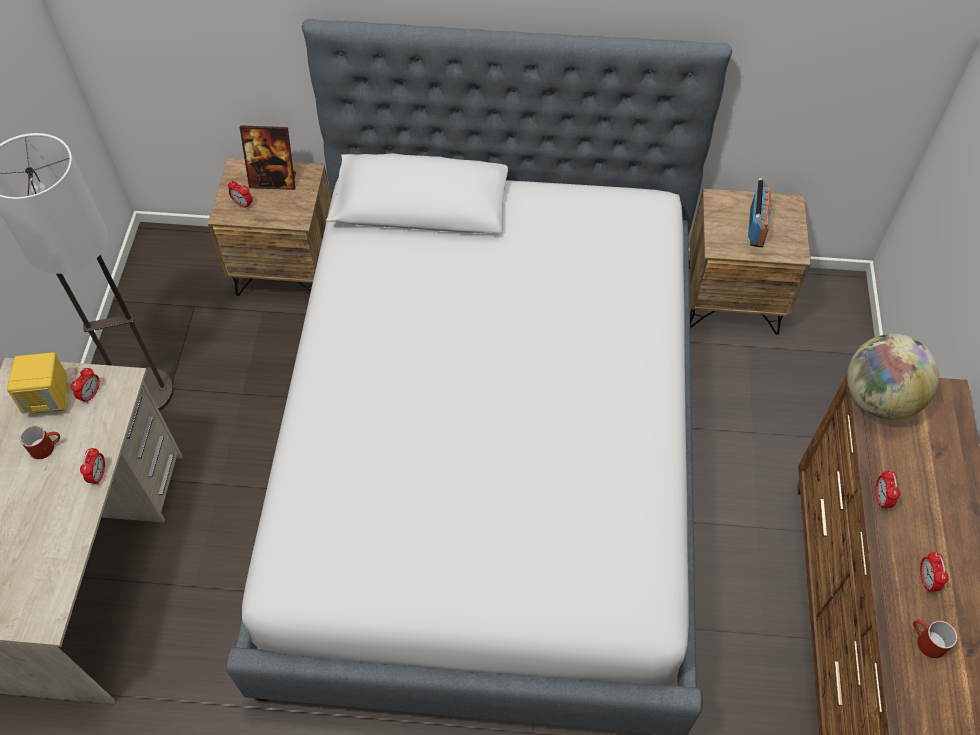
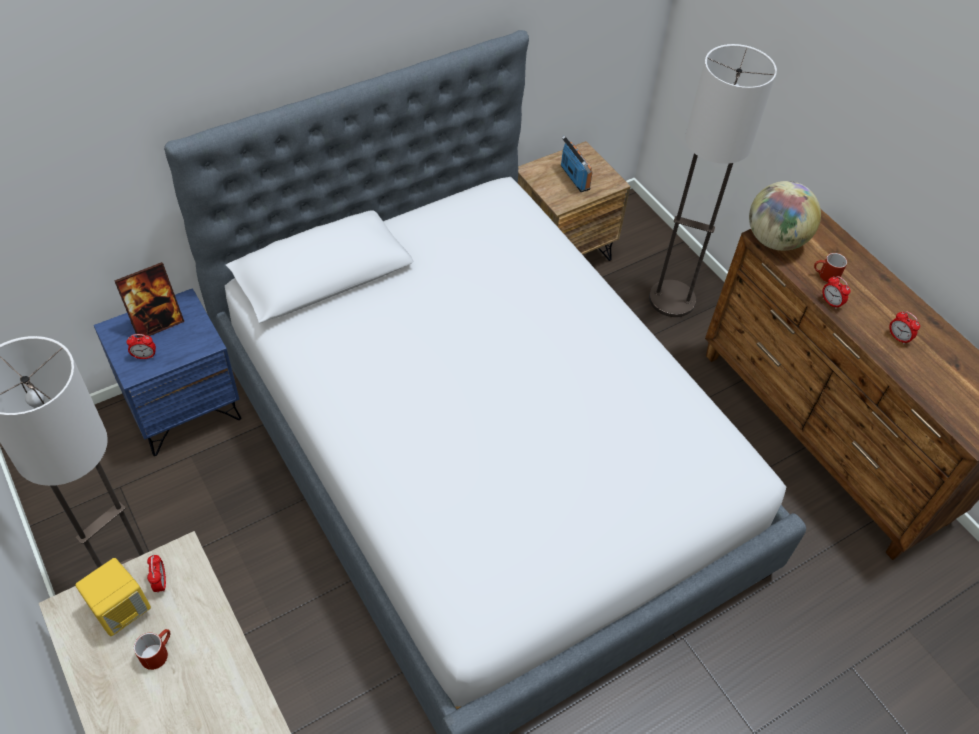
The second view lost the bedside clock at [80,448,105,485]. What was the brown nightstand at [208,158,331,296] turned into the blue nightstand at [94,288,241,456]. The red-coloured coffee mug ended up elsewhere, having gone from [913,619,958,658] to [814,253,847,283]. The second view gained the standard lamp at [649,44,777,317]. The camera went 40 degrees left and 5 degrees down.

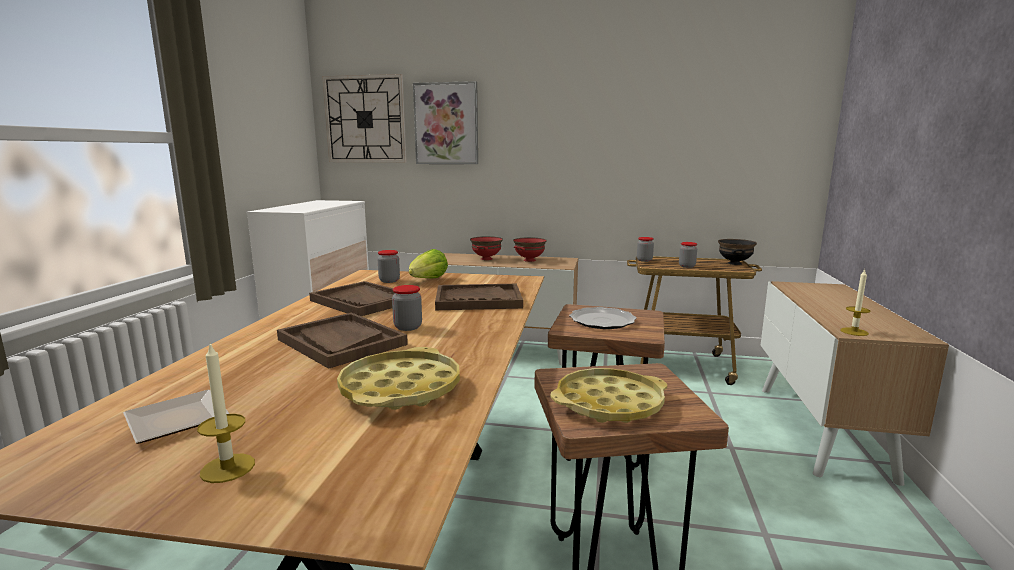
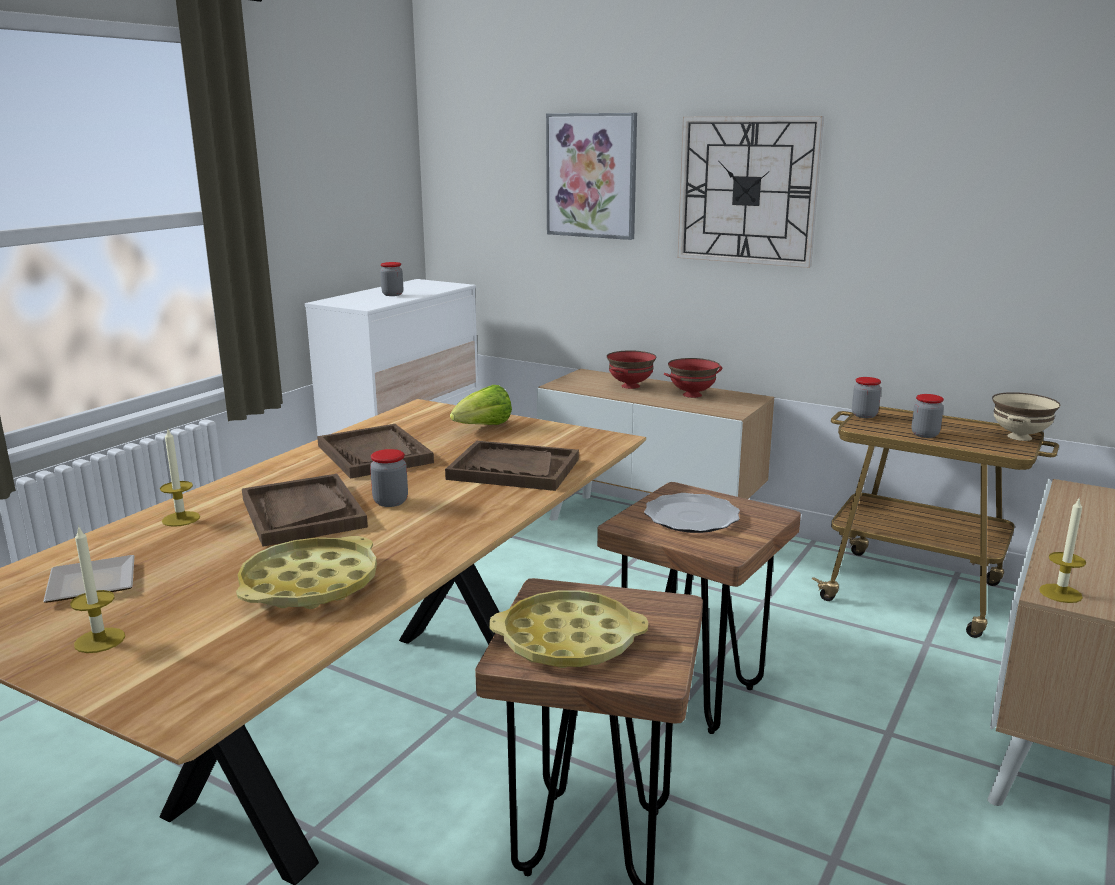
The wall clock ended up elsewhere, having gone from [322,74,407,162] to [678,116,824,268]. The jar ended up elsewhere, having gone from [378,250,400,283] to [380,262,403,296]. What was the black-coloured deep dish at [718,239,757,265] turned into the beige-coloured deep dish at [992,392,1060,441]. The second view gained the wax candle at [160,429,200,527]. The camera went 20 degrees right and 5 degrees up.

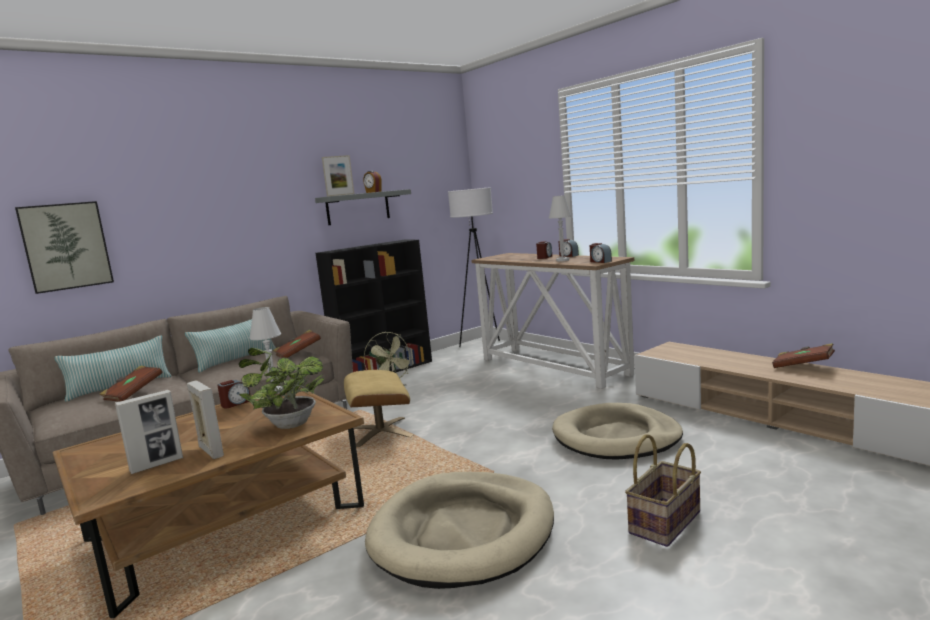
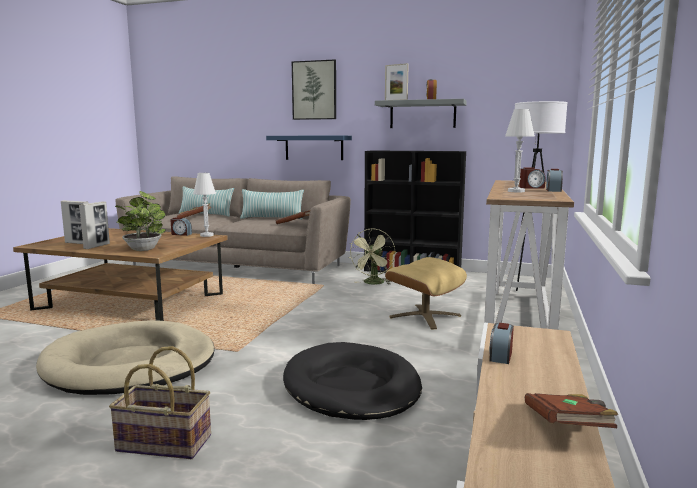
The picture ended up elsewhere, having gone from [15,201,114,294] to [292,60,336,120]. The beige-coloured ottoman ended up elsewhere, having gone from [344,370,414,447] to [385,257,467,329]. What was the beige-coloured pet bed at [552,403,683,460] turned into the black-coloured pet bed at [283,342,422,420]. The bedside clock ended up elsewhere, having gone from [590,243,612,263] to [489,323,514,364]. The second view gained the blue bracket shelf at [266,136,352,160]. The camera went 55 degrees right and 0 degrees up.

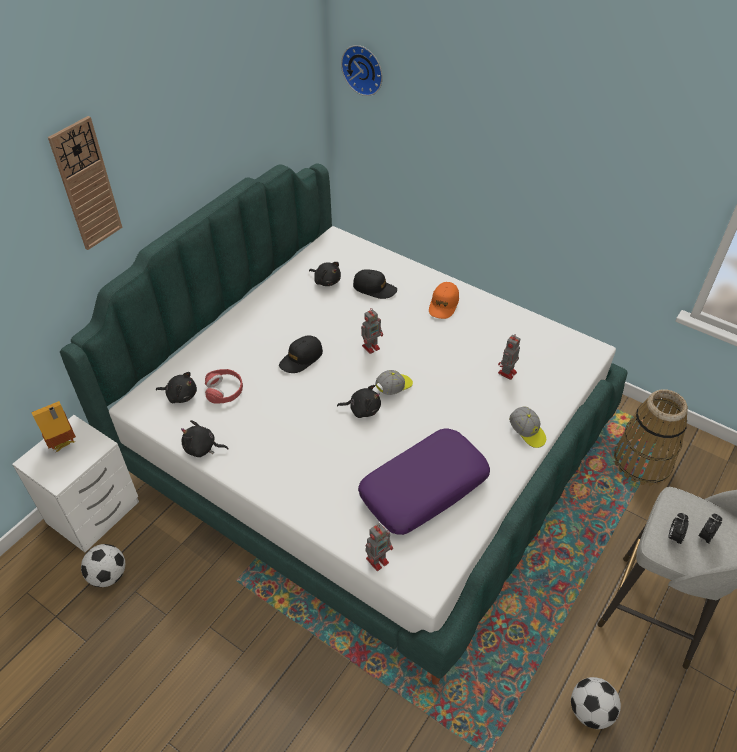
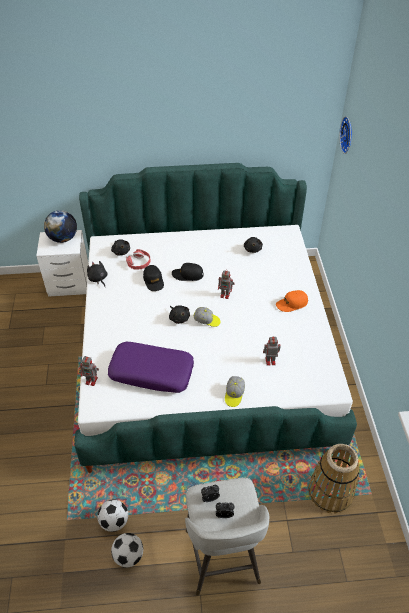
Where the miniature house stood at [31,401,76,452], the globe came to stand at [44,210,77,243]. The second view lost the wall clock at [48,116,122,250]. The football ball ended up elsewhere, having gone from [81,544,125,587] to [97,499,128,532]. The black-coloured baseball cap ended up elsewhere, having gone from [353,269,397,299] to [143,265,164,291]. The camera went 50 degrees right and 0 degrees up.

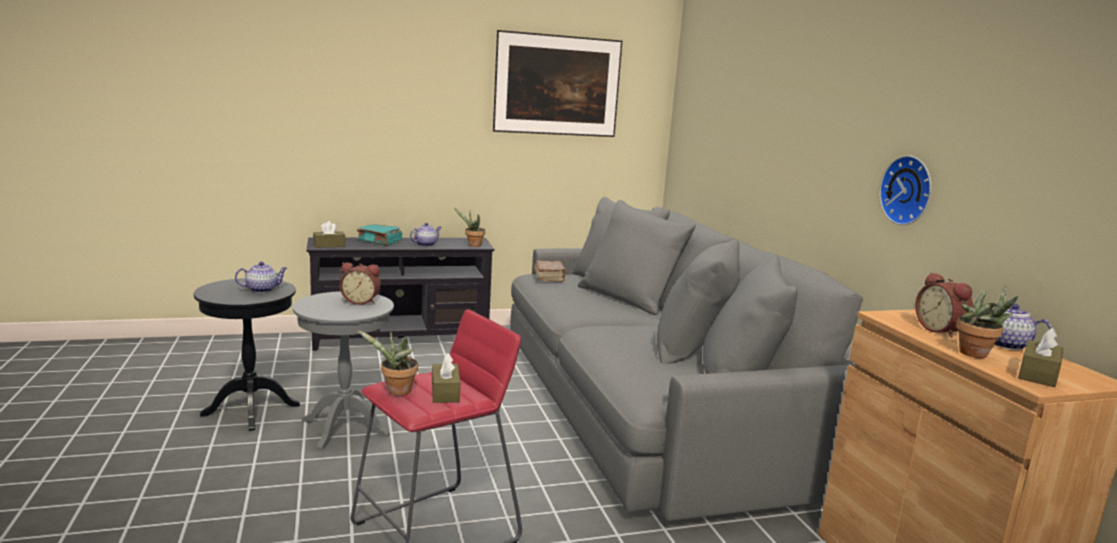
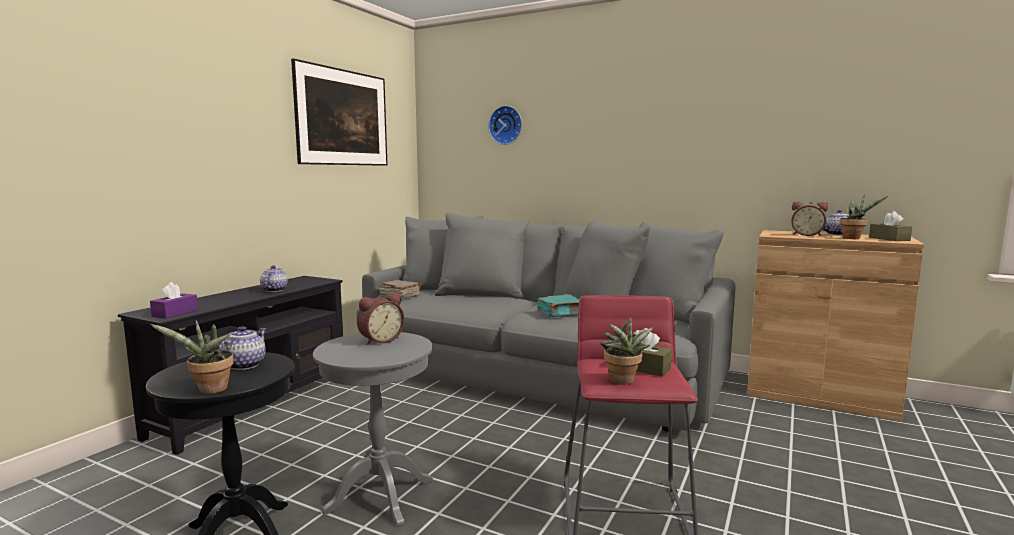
What was the brown tissue box at [313,221,345,248] turned into the purple tissue box at [150,282,198,319]. The turquoise volume ended up elsewhere, having gone from [357,224,402,246] to [537,294,579,317]. The houseplant ended up elsewhere, having gone from [454,208,485,247] to [150,320,234,394]. The wall clock ended up elsewhere, having gone from [879,155,931,225] to [488,106,522,145]. The camera went 45 degrees left and 5 degrees down.

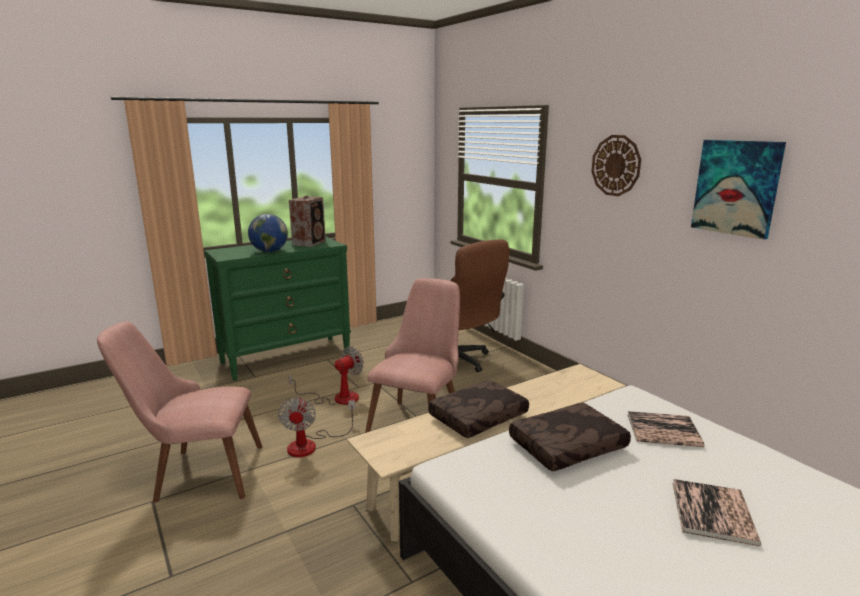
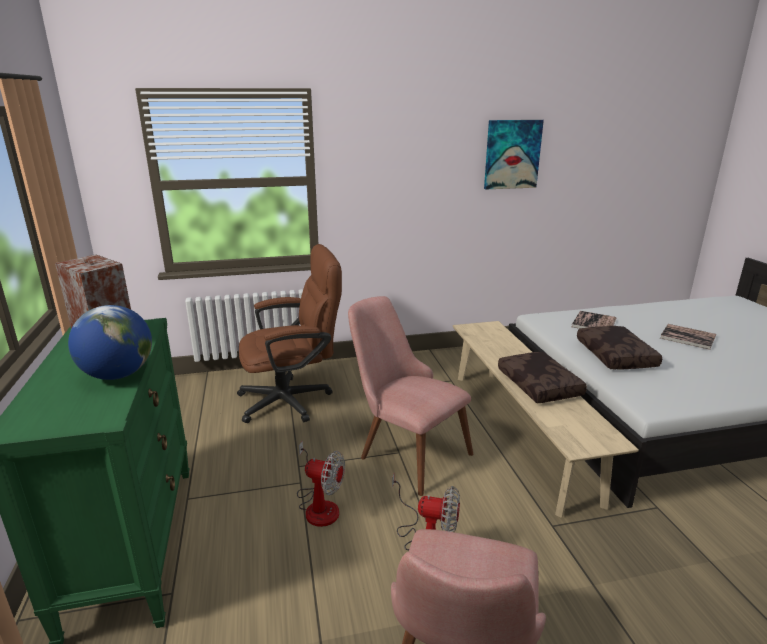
The electric fan at [288,346,364,405] ended up facing another way, 135 degrees clockwise from before. The second view lost the wall clock at [591,135,641,196]. The camera went 70 degrees left and 5 degrees up.

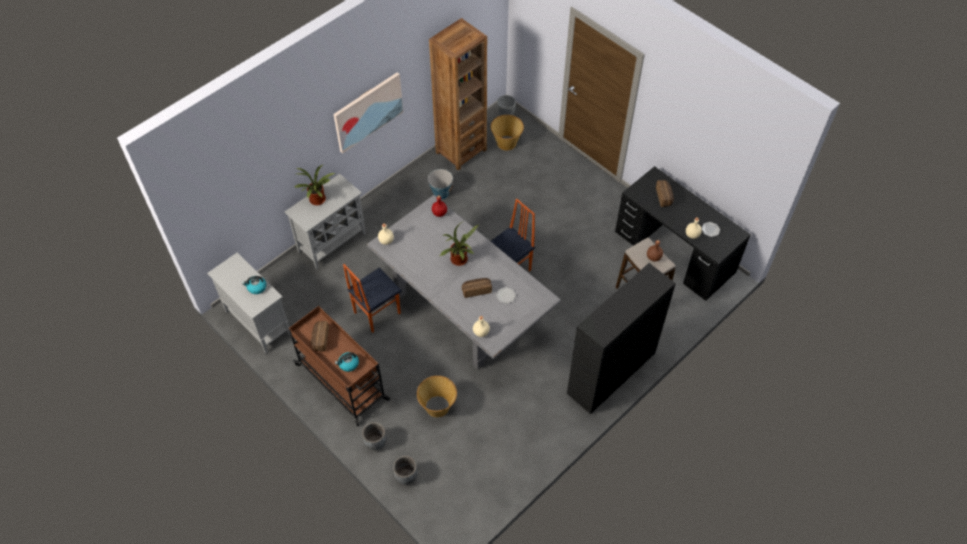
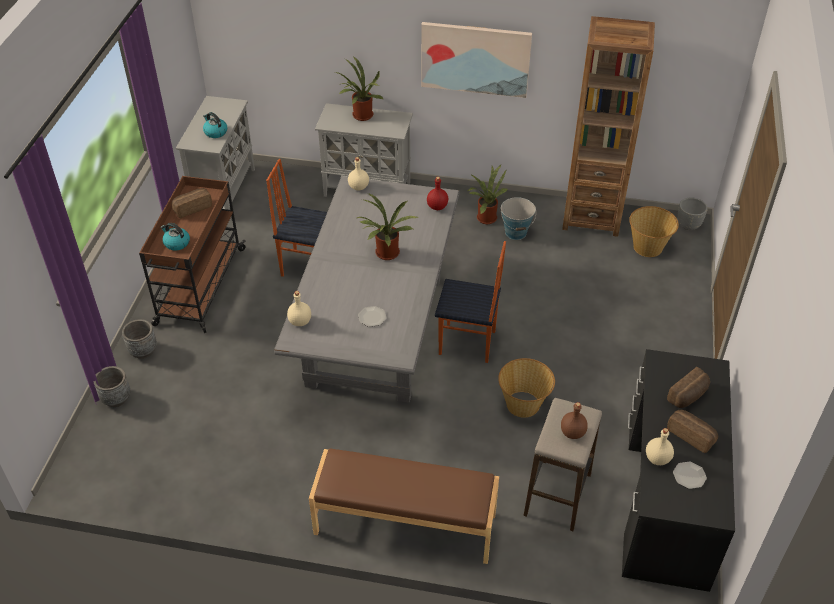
The basket ended up elsewhere, having gone from [417,376,457,417] to [498,358,555,418]. The bread ended up elsewhere, having gone from [462,278,492,298] to [667,410,719,453]. Where the black-coloured bookshelf stood at [567,263,676,414], the brown indoor bench came to stand at [309,449,499,564]. The second view gained the houseplant at [466,164,508,224]. The camera went 55 degrees right and 10 degrees down.

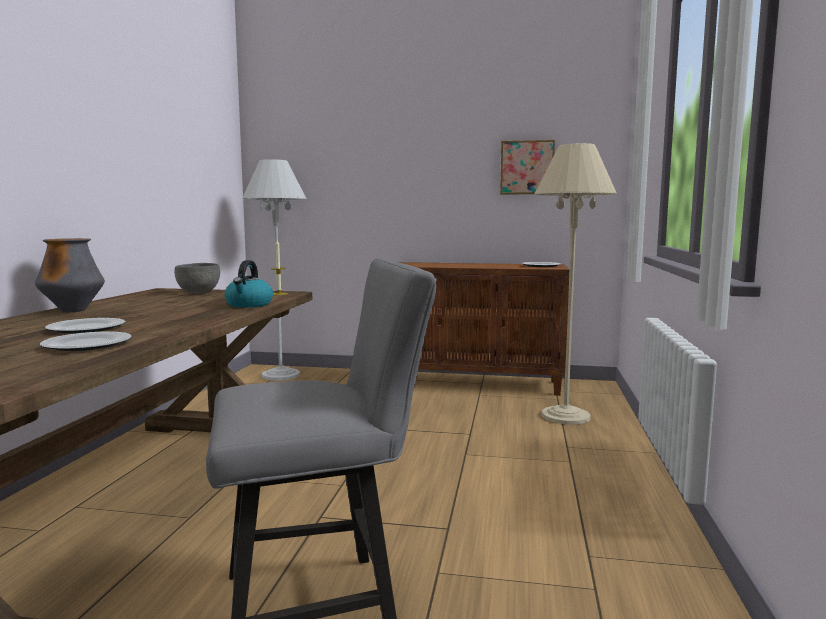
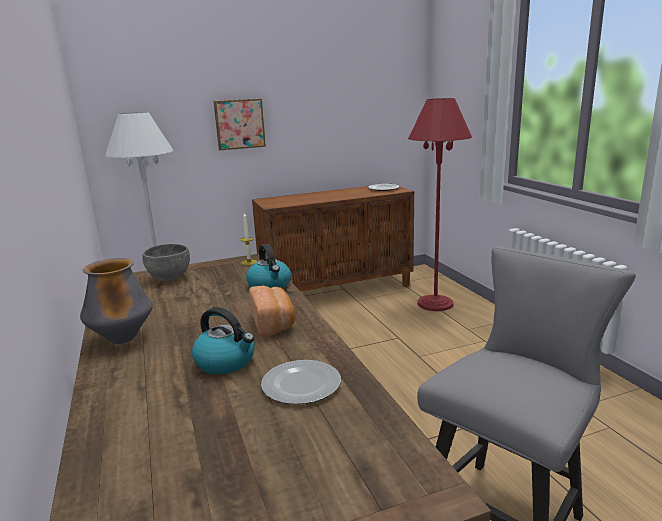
Where the plate stood at [45,318,125,333], the water kettle came to stand at [192,307,255,374]. The picture ended up elsewhere, having gone from [500,140,555,194] to [214,98,266,150]. What was the beige-coloured standard lamp at [534,143,617,425] turned into the red-coloured standard lamp at [408,98,472,311]. The second view gained the bread at [249,286,295,337]. The camera went 30 degrees left and 10 degrees up.

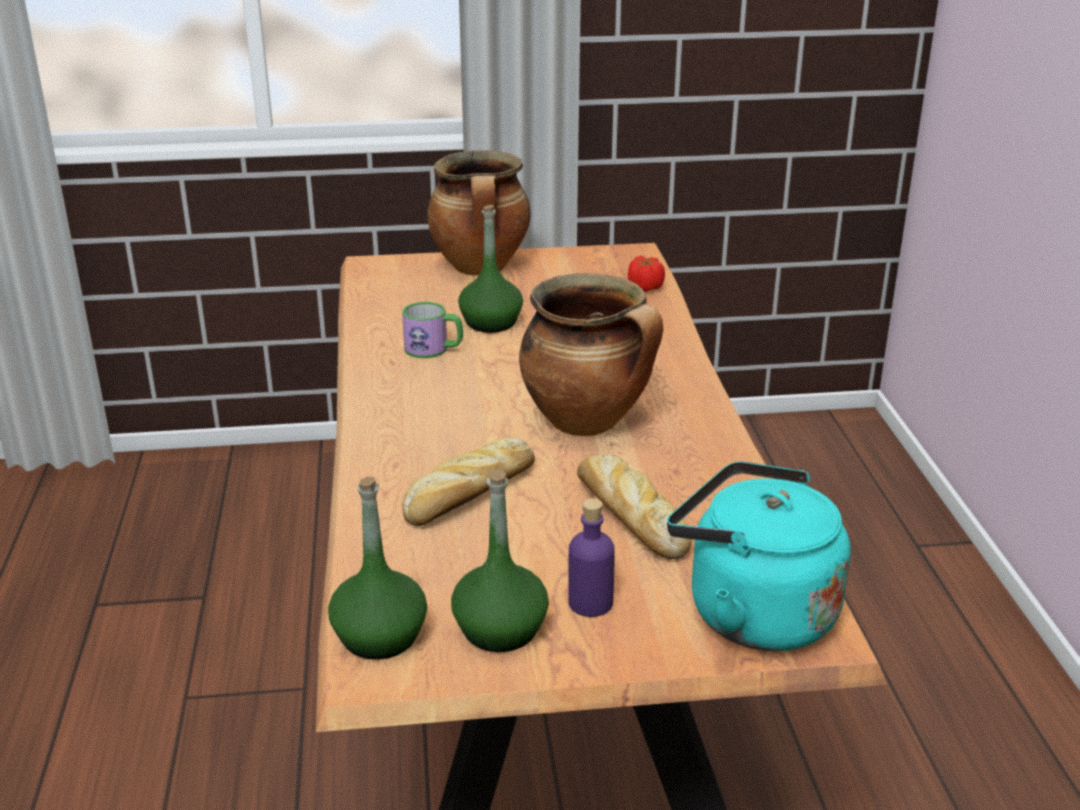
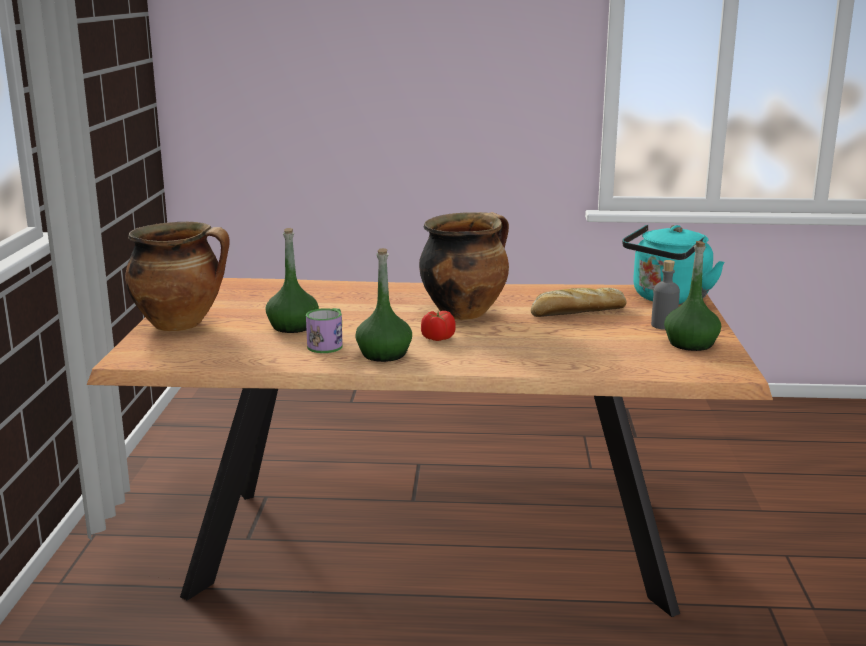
The greenish beverage bottle ended up elsewhere, having gone from [328,477,427,660] to [355,248,412,362]. The second view lost the bread at [402,437,535,526]. What was the purple beverage bottle at [568,498,615,617] turned into the gray beverage bottle at [651,260,680,330]. The whole tomato ended up elsewhere, having gone from [628,256,665,292] to [421,311,456,341]. The camera went 80 degrees left and 10 degrees down.

